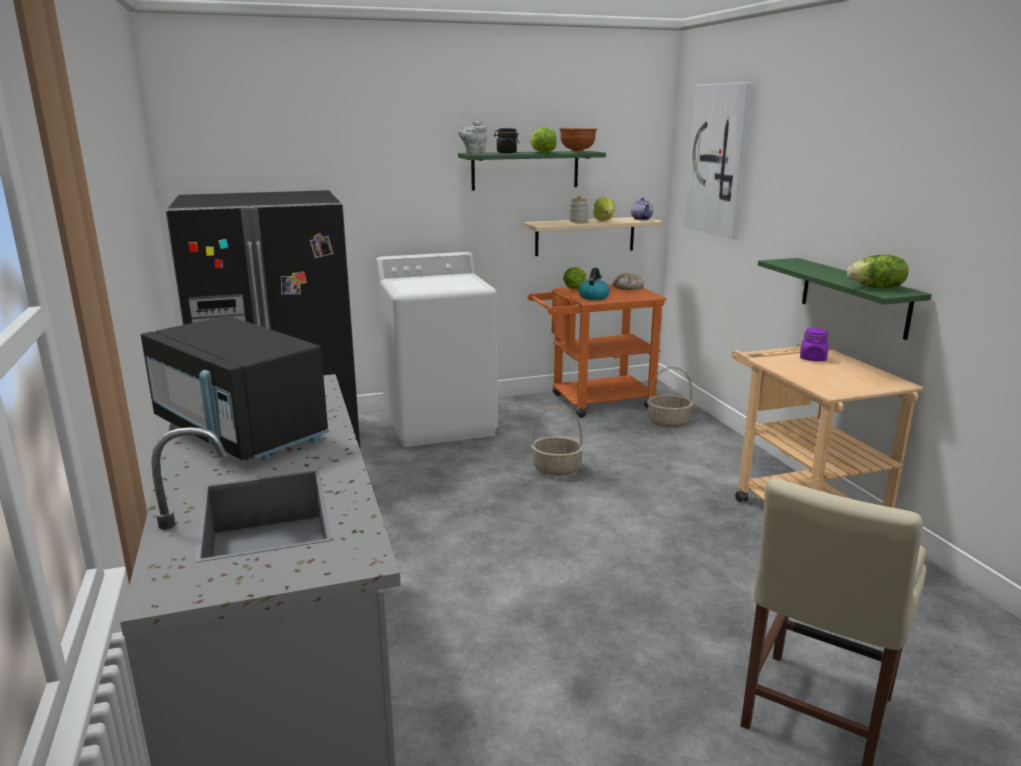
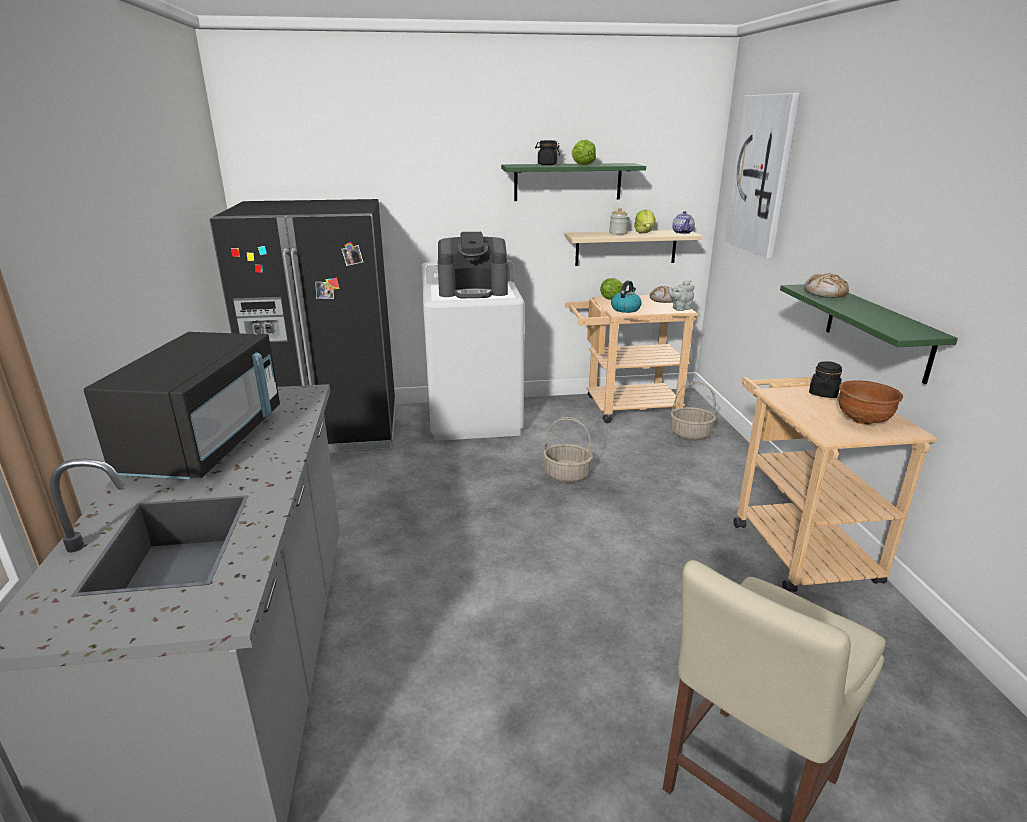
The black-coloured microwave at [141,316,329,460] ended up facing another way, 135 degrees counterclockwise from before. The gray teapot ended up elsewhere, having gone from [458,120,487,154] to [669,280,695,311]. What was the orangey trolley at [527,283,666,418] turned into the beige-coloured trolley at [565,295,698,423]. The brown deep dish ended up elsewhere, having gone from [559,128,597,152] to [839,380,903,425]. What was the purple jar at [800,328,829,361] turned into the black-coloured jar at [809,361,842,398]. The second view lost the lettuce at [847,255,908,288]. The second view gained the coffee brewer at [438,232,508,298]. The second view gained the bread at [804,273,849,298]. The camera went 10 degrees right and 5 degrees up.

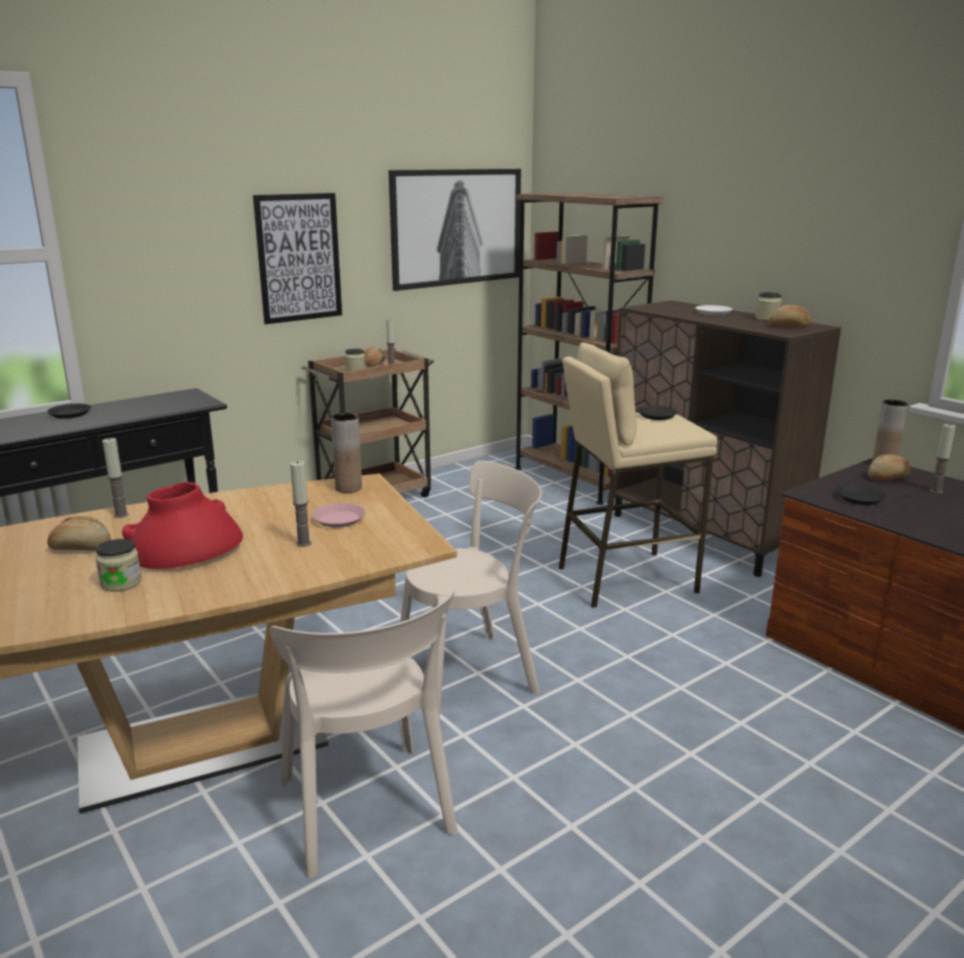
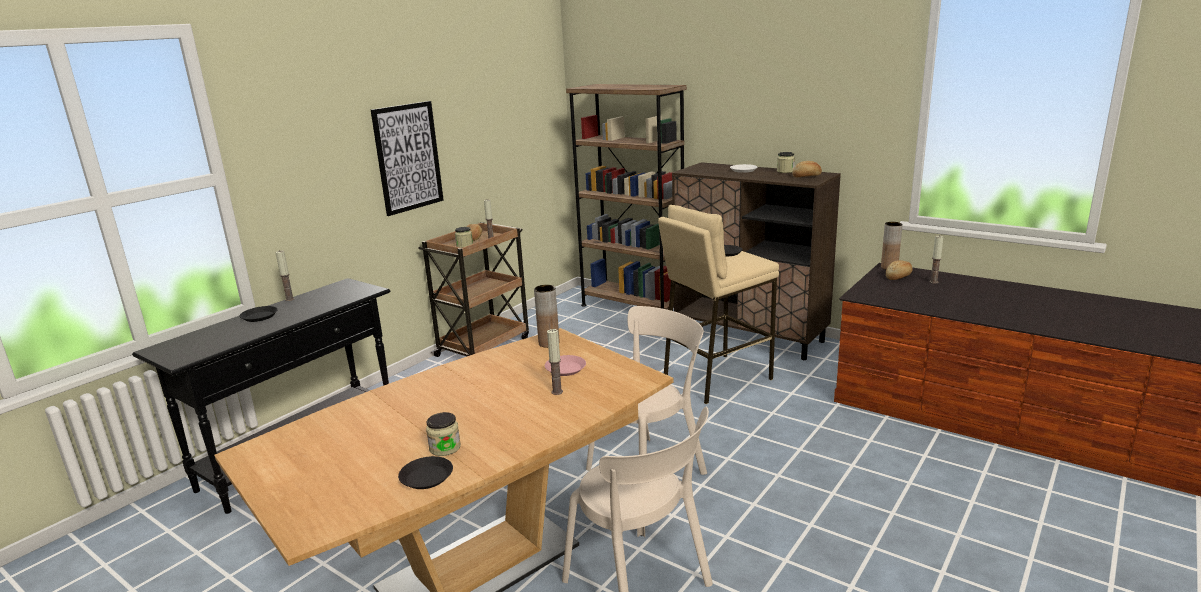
The second view lost the bread at [47,516,111,551]. The wax candle ended up elsewhere, having gone from [102,437,129,518] to [275,251,294,301]. The second view lost the red-coloured flower vase at [122,482,243,569]. The second view lost the picture at [389,169,521,291]. The black-coloured plate ended up elsewhere, having gone from [836,484,886,505] to [398,456,453,489]. The camera went 15 degrees left and 0 degrees up.

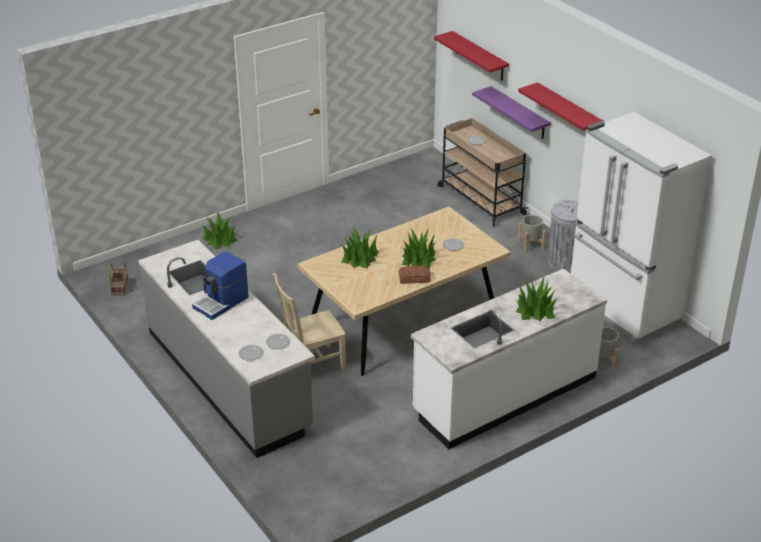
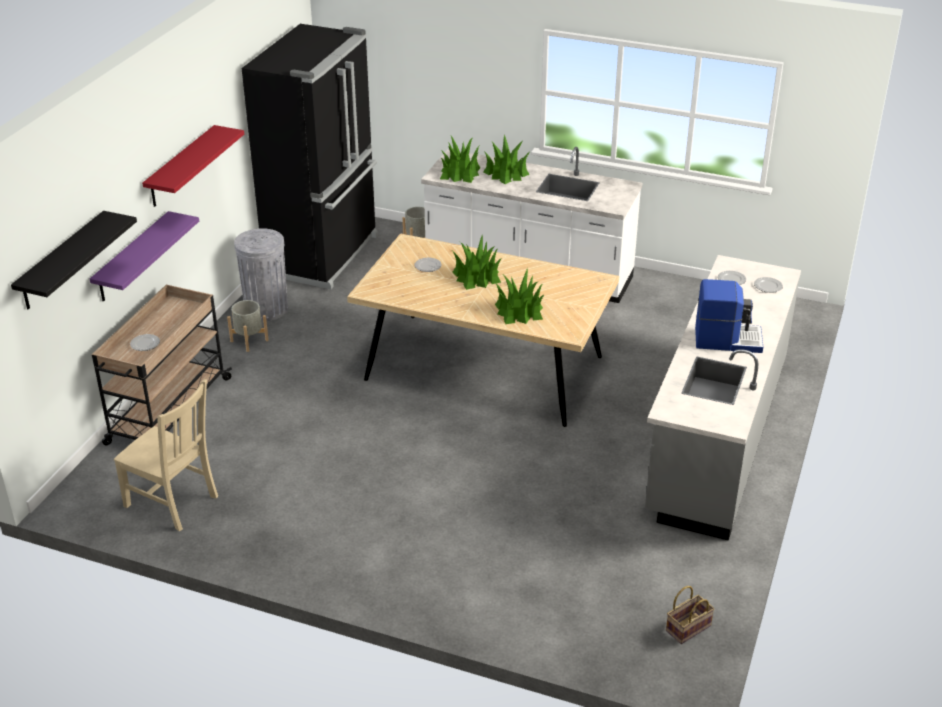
The houseplant ended up elsewhere, having gone from [201,211,237,250] to [440,136,480,183]. The beige-coloured chair ended up elsewhere, having gone from [273,273,346,370] to [114,379,218,531]. The second view lost the bread at [399,266,431,284]. What was the red-coloured bracket shelf at [434,31,509,81] turned into the black-coloured bracket shelf at [11,211,137,309]. What was the white fridge at [571,112,712,345] turned into the black-coloured fridge at [242,24,378,289]. The camera went 125 degrees left and 0 degrees up.

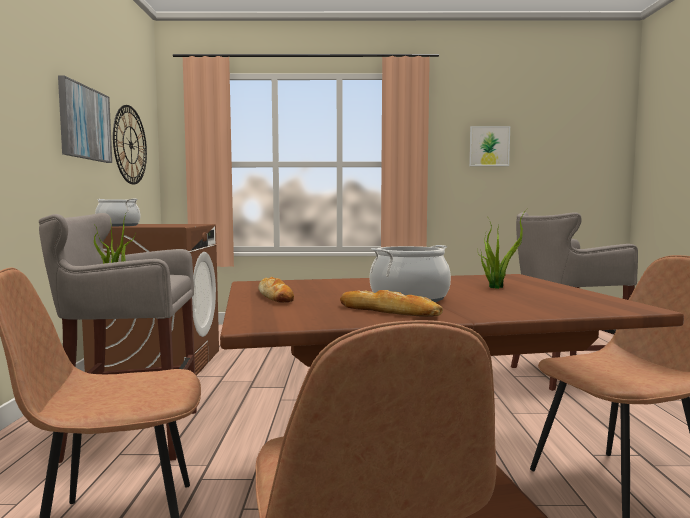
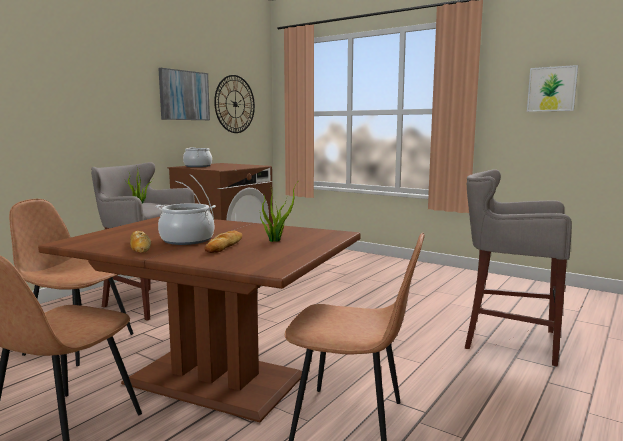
The bread ended up elsewhere, having gone from [258,277,294,303] to [205,230,242,253]. The camera went 35 degrees right and 5 degrees up.

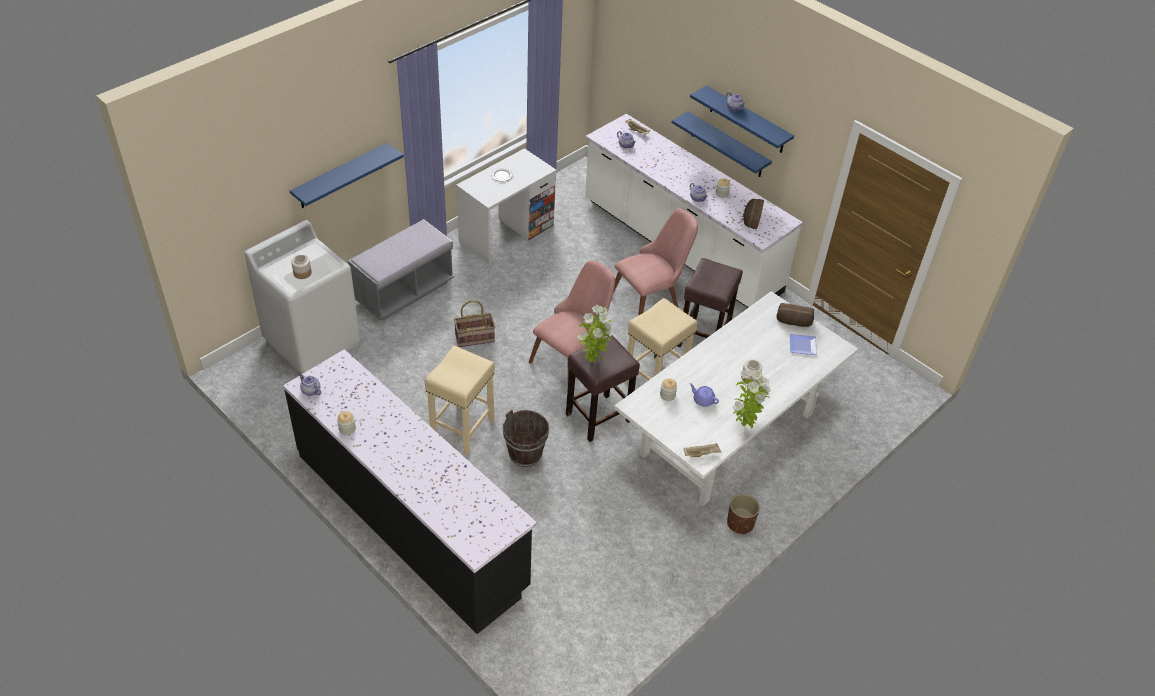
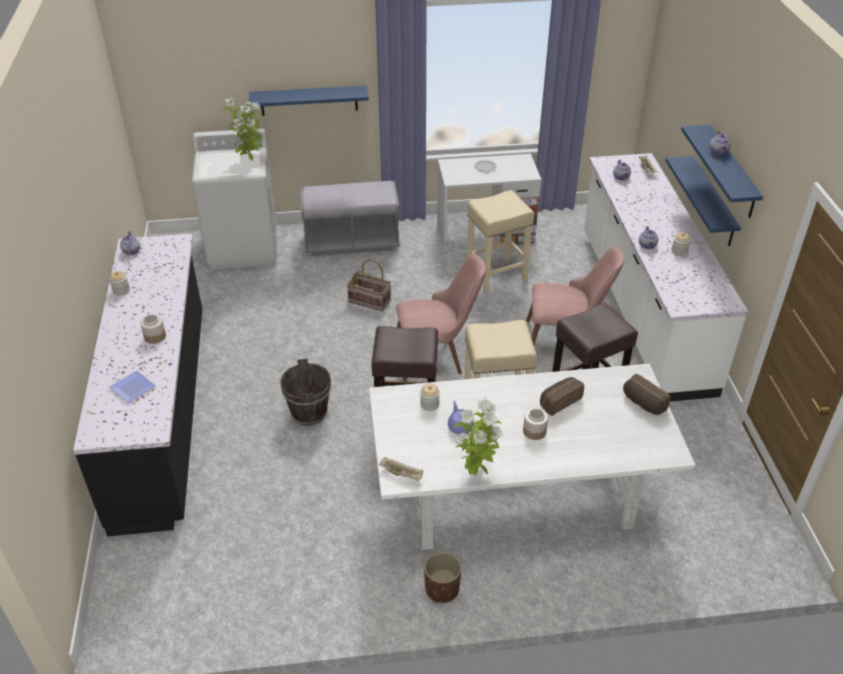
The jar ended up elsewhere, having gone from [291,255,312,279] to [140,315,166,344]. The beige-coloured stool ended up elsewhere, having gone from [425,346,495,455] to [467,190,534,293]. The houseplant ended up elsewhere, having gone from [577,305,614,363] to [224,98,264,161]. The bread ended up elsewhere, having gone from [743,199,764,229] to [540,377,584,416]. The plate ended up elsewhere, having gone from [789,334,817,355] to [109,370,156,403]. The camera went 40 degrees right and 5 degrees down.

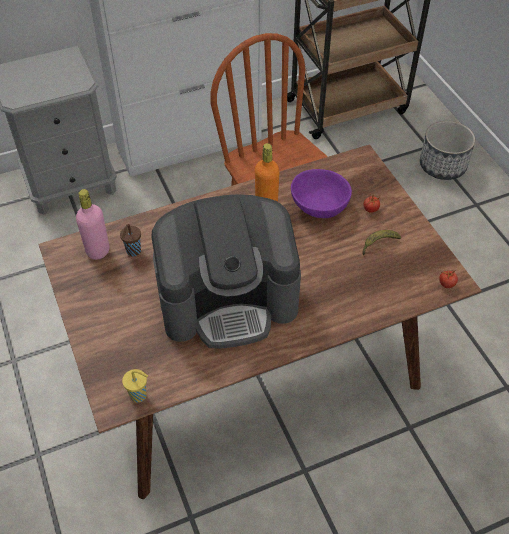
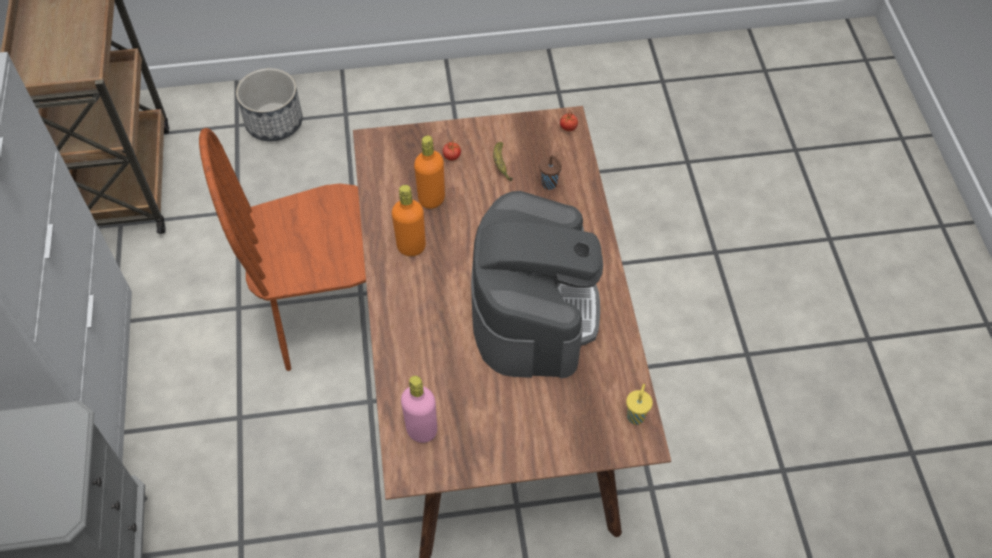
The brown drinking cup ended up elsewhere, having gone from [120,224,141,257] to [539,155,562,190]. Where the purple deep dish stood at [291,169,352,218], the orangey beverage bottle came to stand at [414,135,445,209]. The camera went 75 degrees left and 5 degrees up.

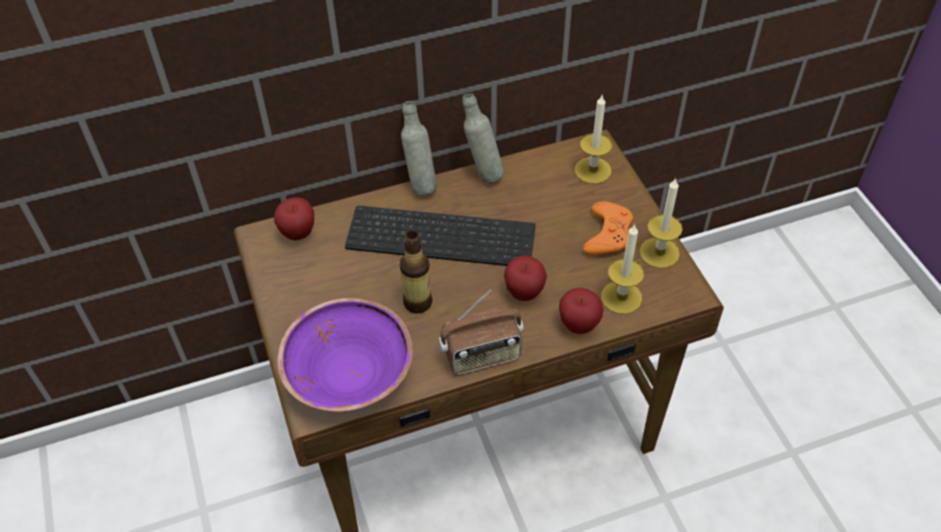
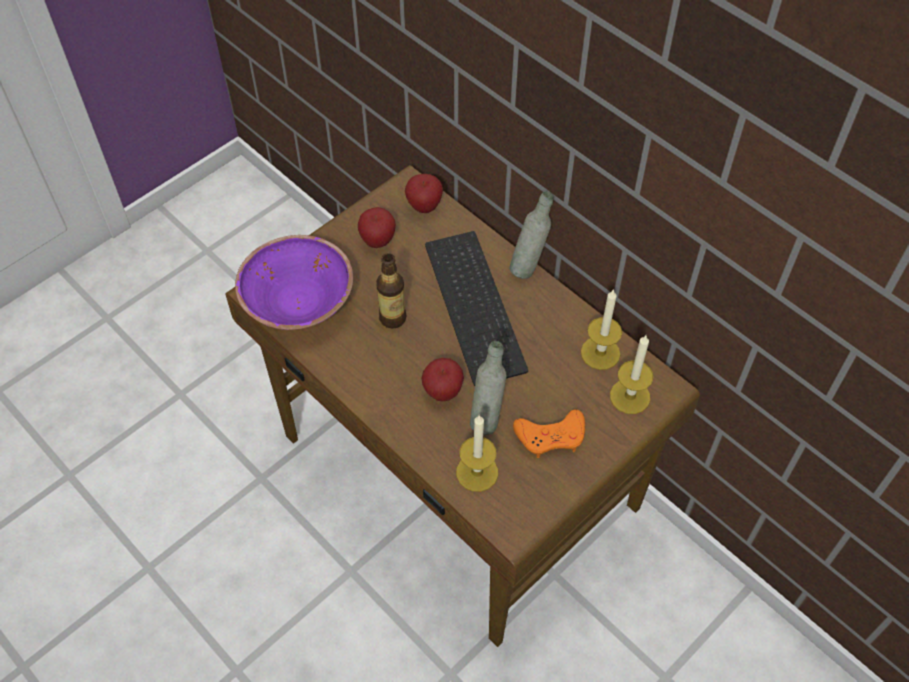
The second view lost the radio at [438,289,524,375]. The gray beverage bottle ended up elsewhere, having gone from [462,93,504,183] to [470,341,506,435]. The apple fruit ended up elsewhere, having gone from [559,288,603,334] to [358,207,396,248]. The wax candle ended up elsewhere, having gone from [639,178,683,268] to [581,289,622,370]. The camera went 65 degrees right and 5 degrees up.

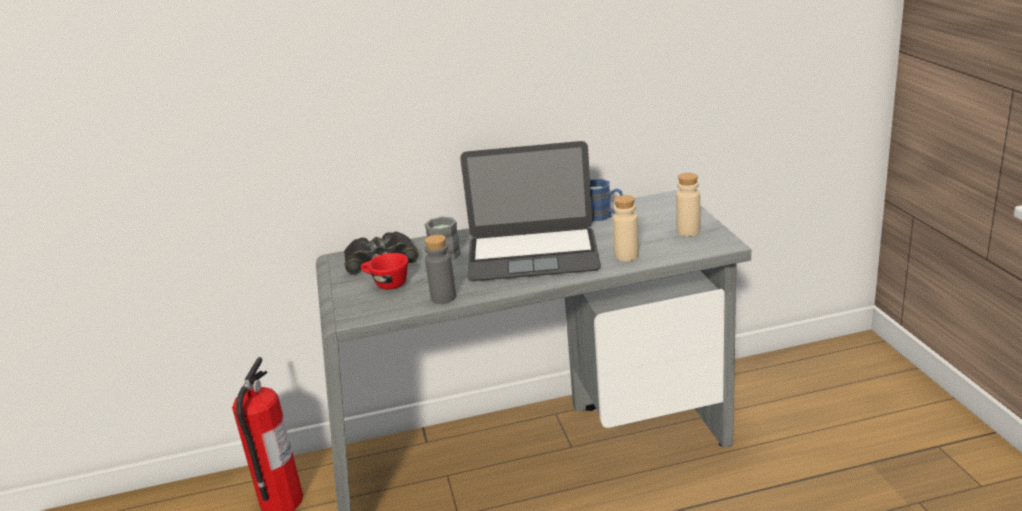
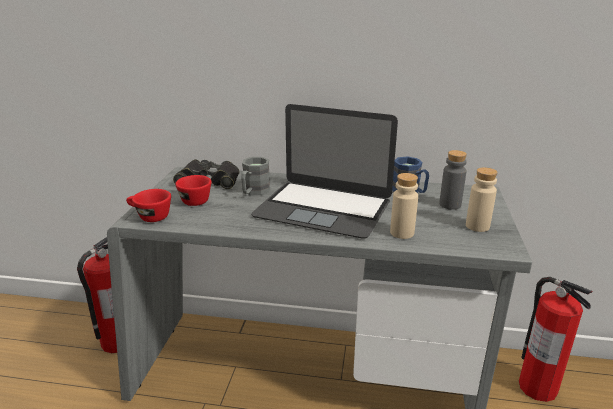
The gray beverage bottle ended up elsewhere, having gone from [425,234,456,304] to [439,150,467,210]. The second view gained the red-coloured drinking cup at [126,189,171,222]. The second view gained the fire extinguisher at [519,277,593,402]. The camera went 20 degrees right and 0 degrees up.

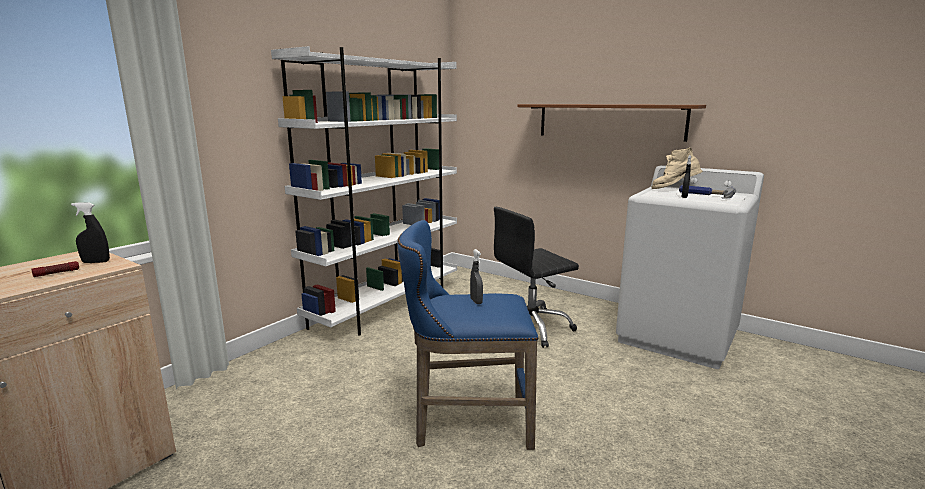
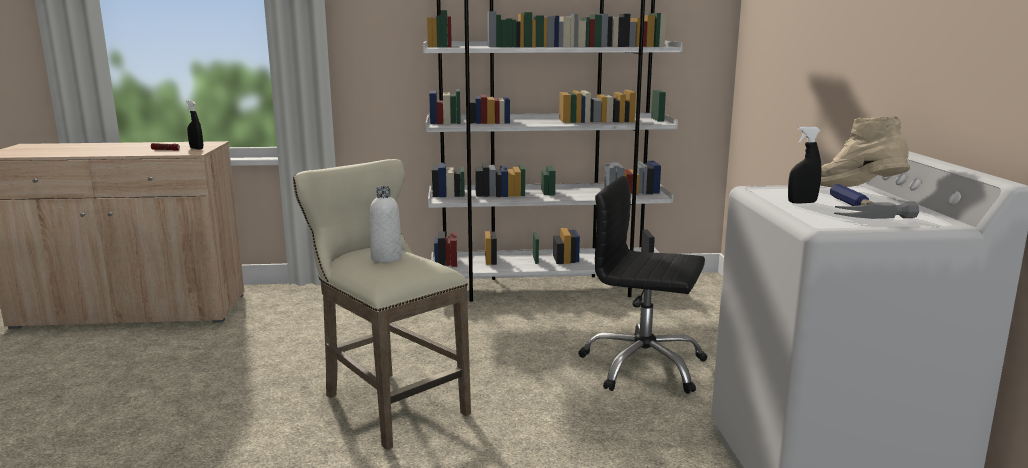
What was the blue stool at [397,220,538,450] turned into the beige-coloured stool at [293,159,471,450]. Where the gray spray bottle stood at [470,249,483,304], the white beverage bottle came to stand at [370,186,402,262]. The second view lost the brown bracket shelf at [518,104,706,142]. The camera went 50 degrees right and 0 degrees up.

